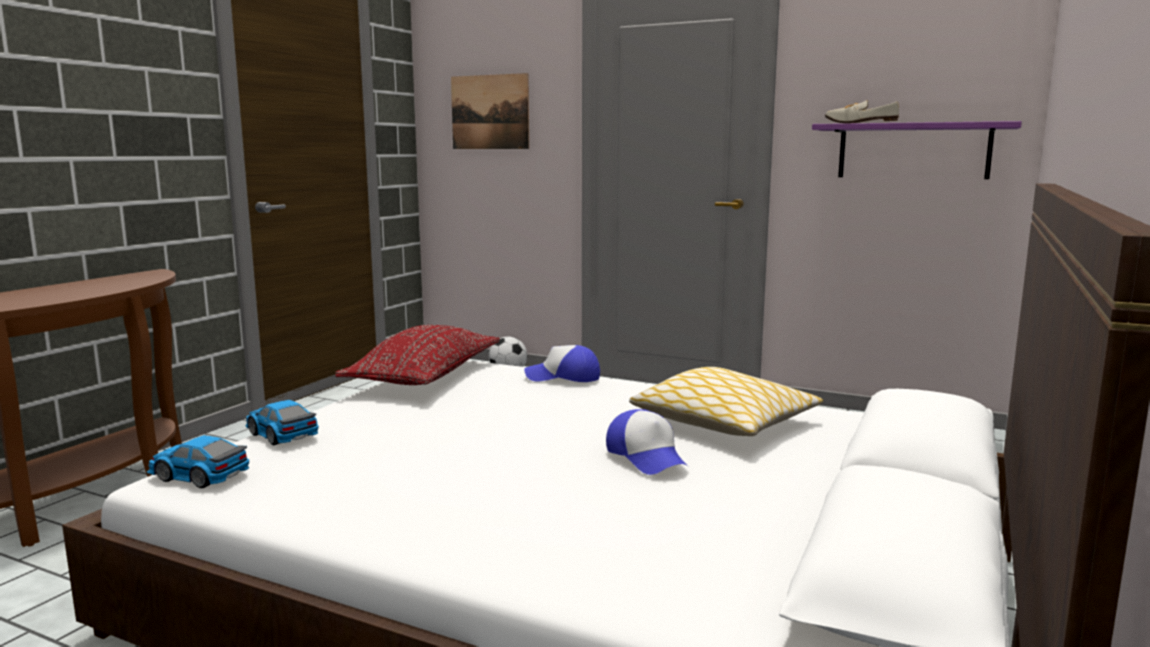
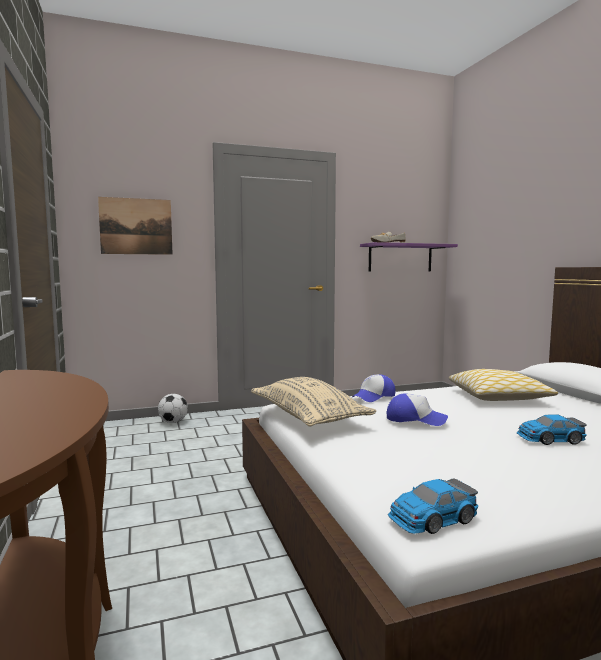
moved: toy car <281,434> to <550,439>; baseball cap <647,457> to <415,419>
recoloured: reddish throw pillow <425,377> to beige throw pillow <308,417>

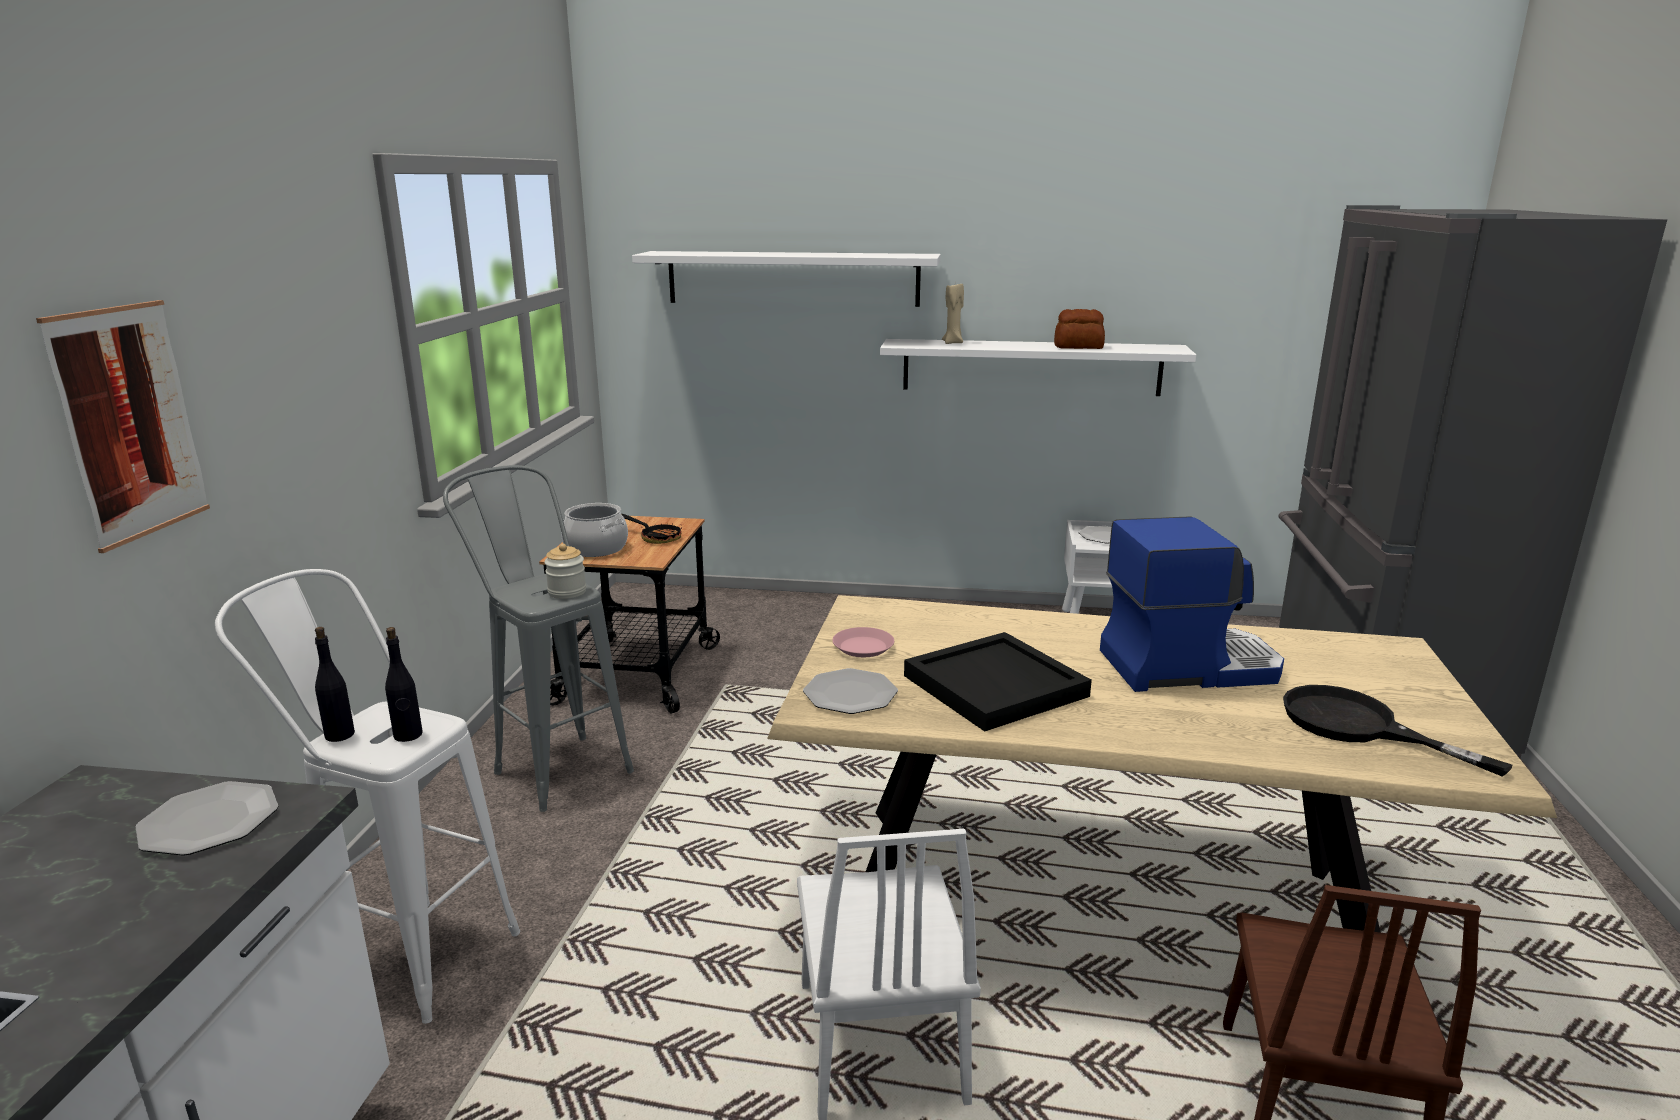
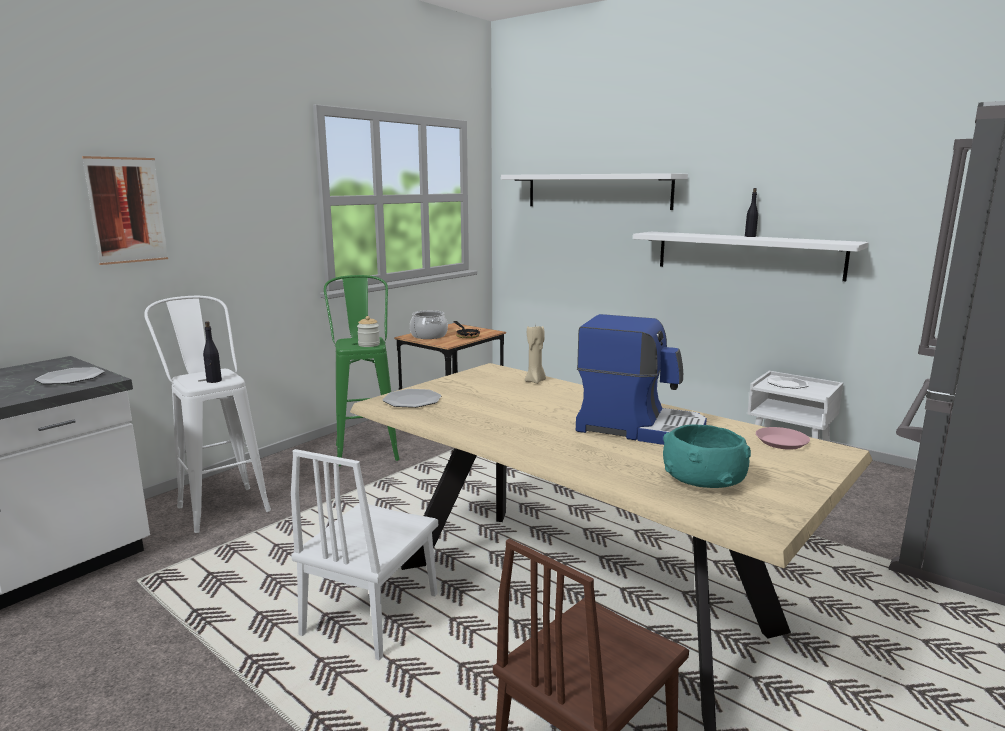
removed: black tray <997,686>; bread <1079,347>
moved: black beverage bottle <339,735> to <750,236>; pink-coloured dinner plate <863,647> to <782,442>; beige candle <953,343> to <535,381>
replaced: black frying pan <1358,726> to turquoise-coloured deep dish <702,479>
recoloured: grey stool <553,764> to greenish stool <366,448>

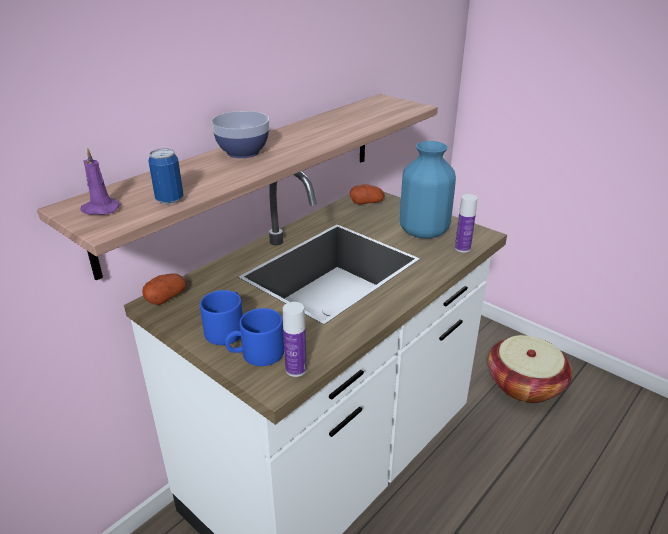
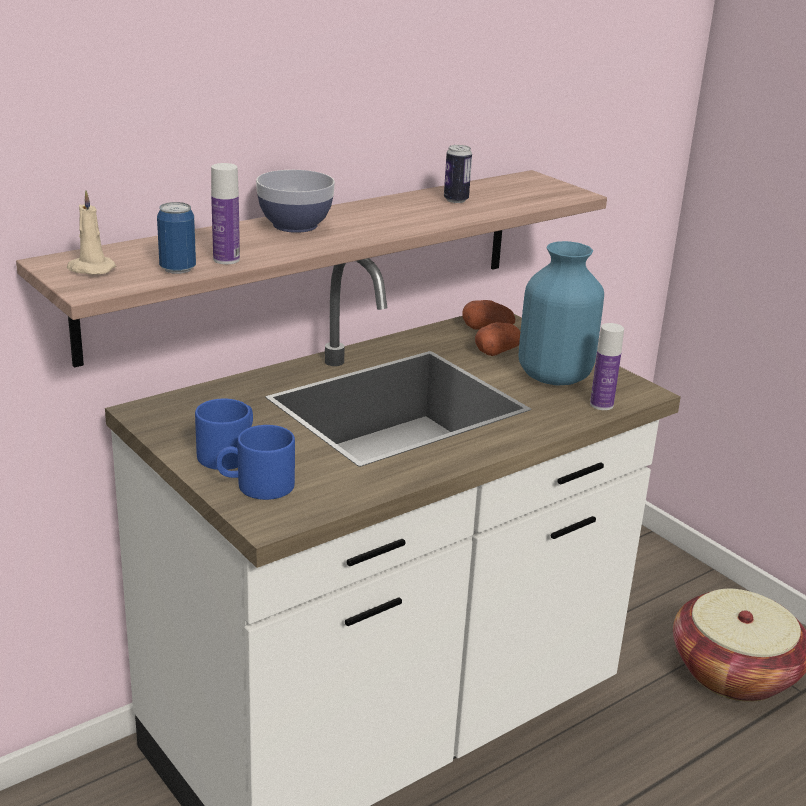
added: metal can <456,200>
moved: potato <166,297> to <497,351>; beverage bottle <296,369> to <226,259>
recoloured: purple candle <100,209> to beige candle <90,269>

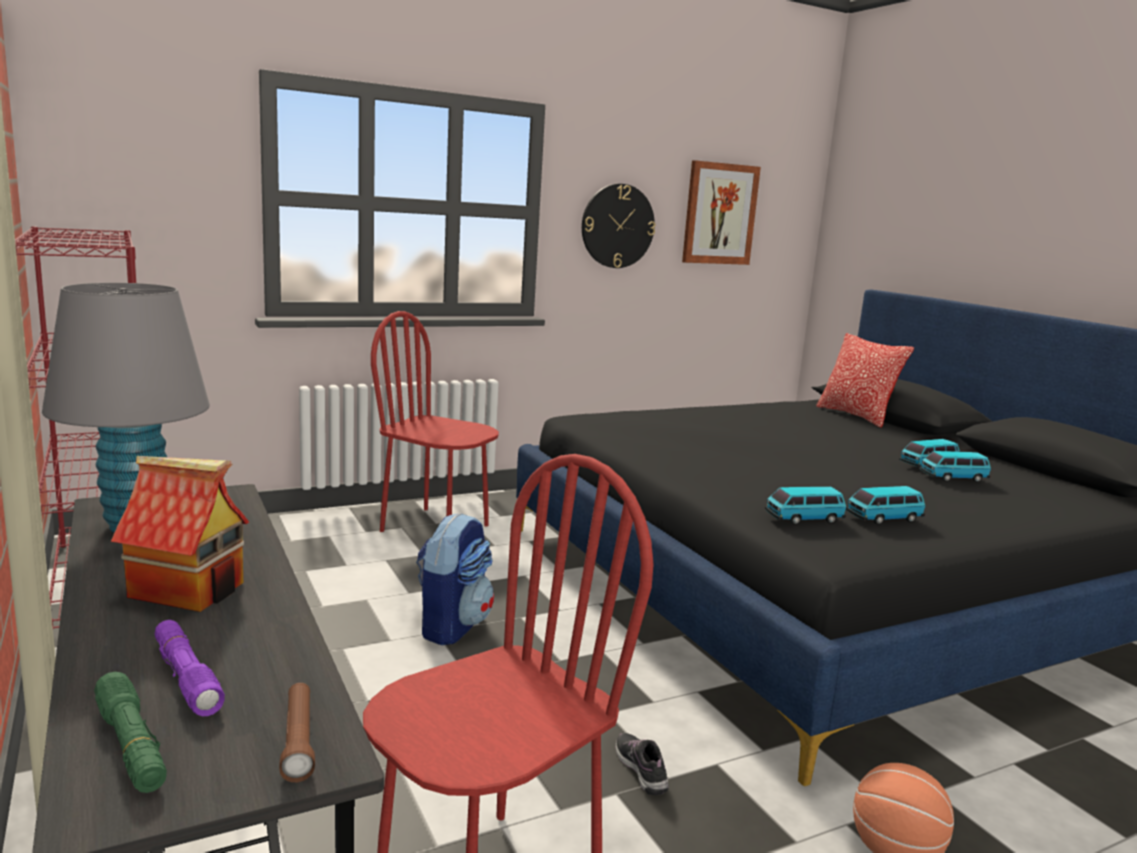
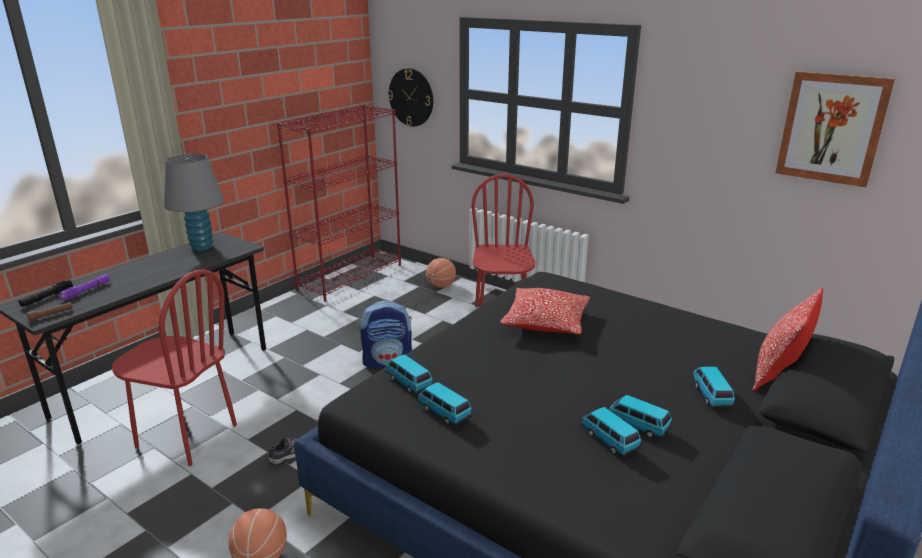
removed: model house <189,589>
added: ball for basketball <441,286>; throw pillow <545,322>; toy car <711,395>
moved: wall clock <617,226> to <411,97>
recoloured: greenish hand torch <131,745> to black hand torch <47,297>

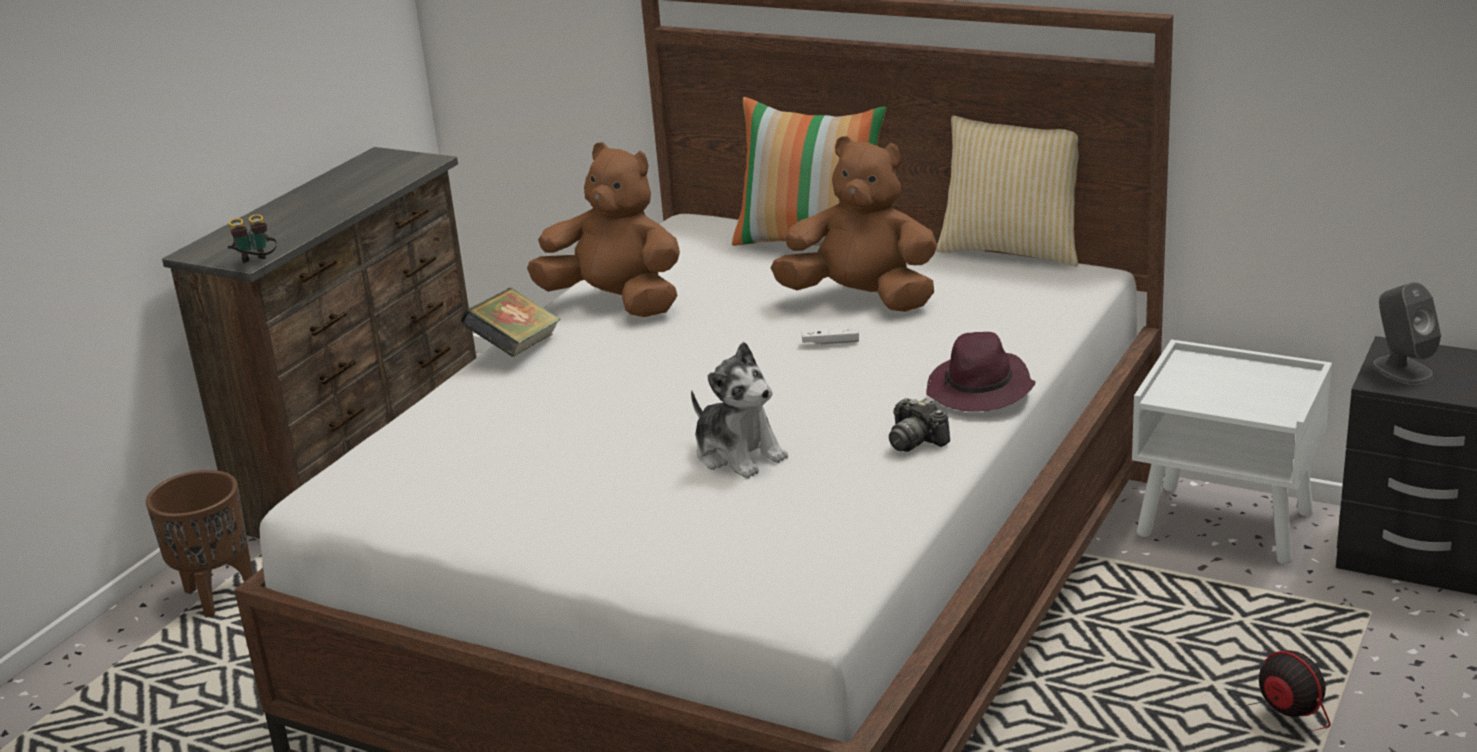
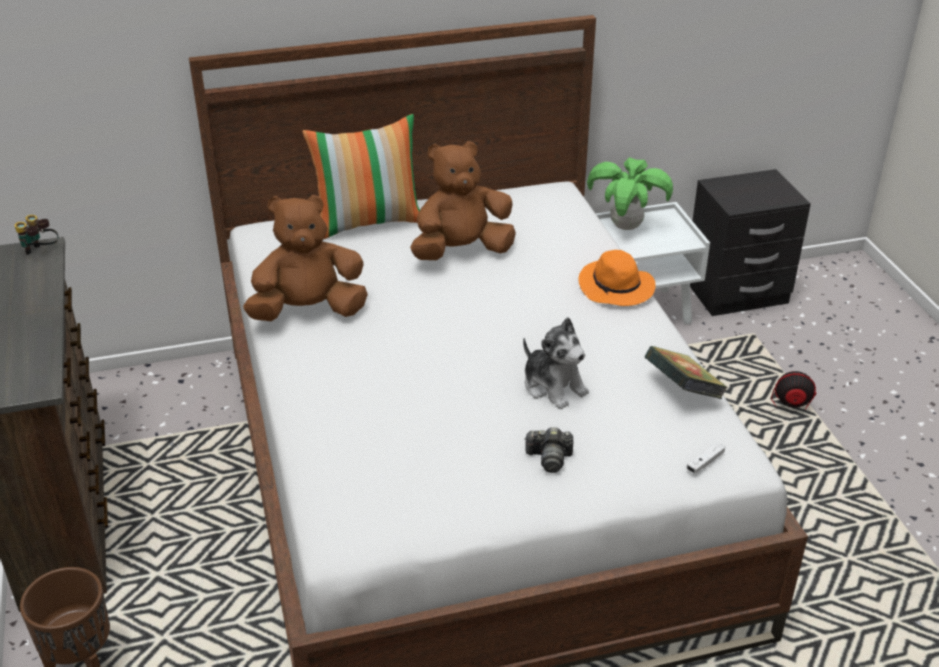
removed: throw pillow <1012,250>; grey loudspeaker <1401,370>
added: plant in a pot <626,226>
moved: field glasses <256,265> to <40,252>; book <515,349> to <682,391>; white-coloured gamepad <830,342> to <705,462>; still camera <916,441> to <549,458>
recoloured: purple clothing hat <980,390> to orange-coloured clothing hat <617,288>
turned: plush toy <738,454> = <553,386> 45 degrees clockwise

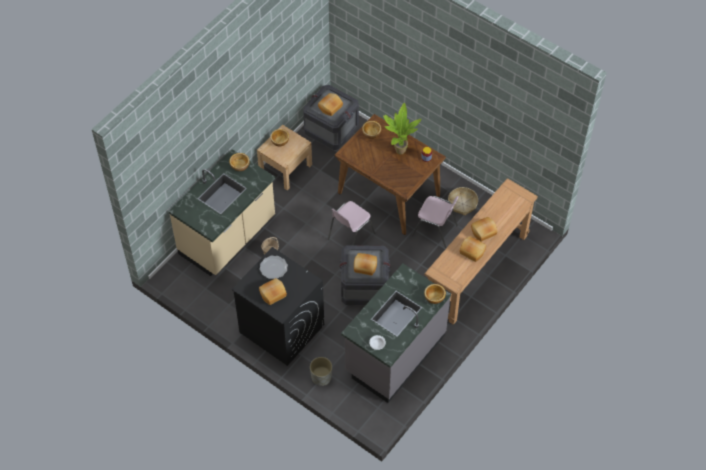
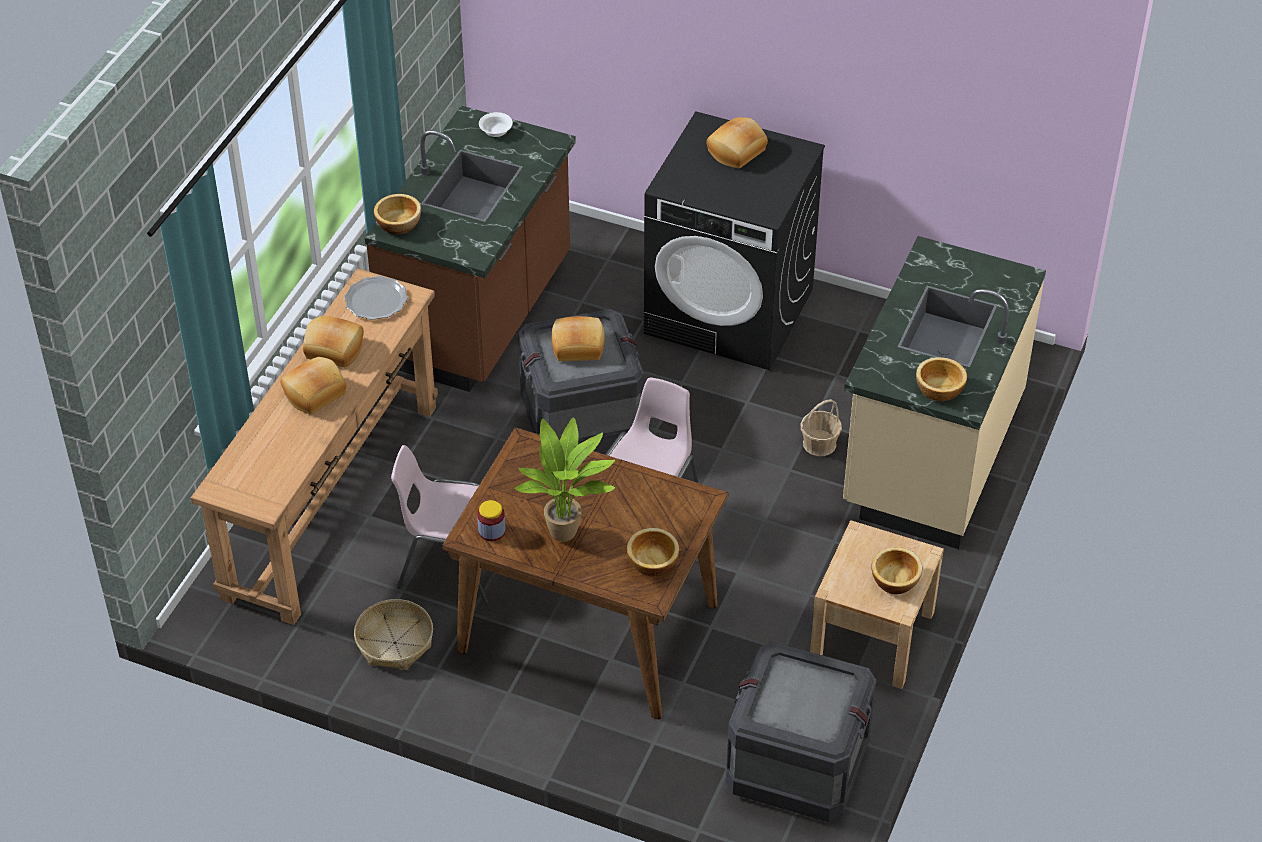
removed: grey planter <321,377>; bread <330,107>
moved: dinner plate <273,268> to <376,301>
recoloured: grey kitchen counter <394,353> to brown kitchen counter <480,314>

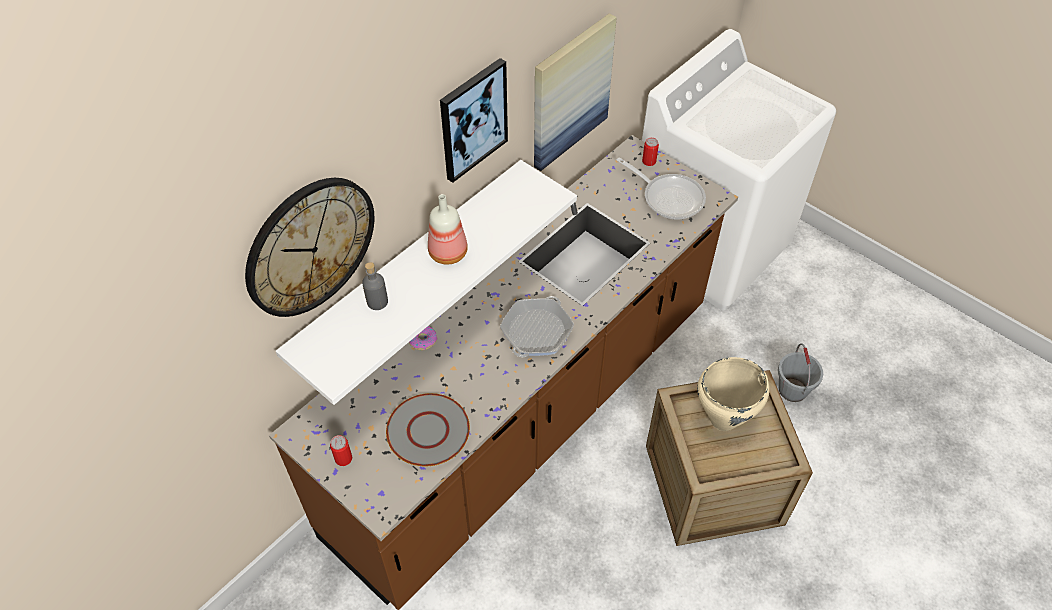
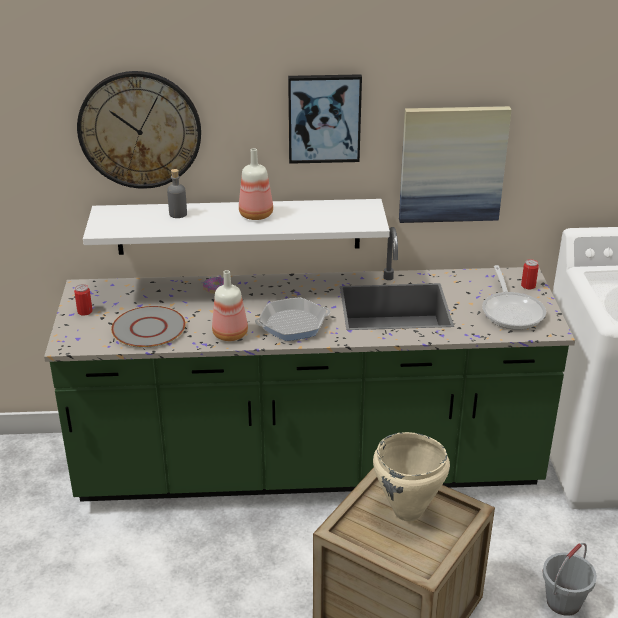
added: beverage bottle <230,334>
recoloured: brown kitchen counter <526,419> to greenish kitchen counter <309,468>

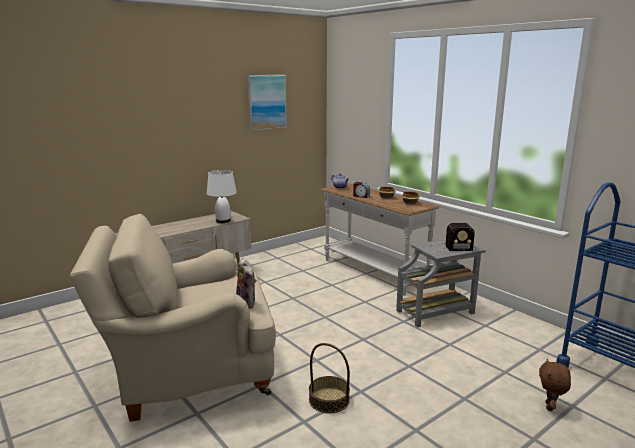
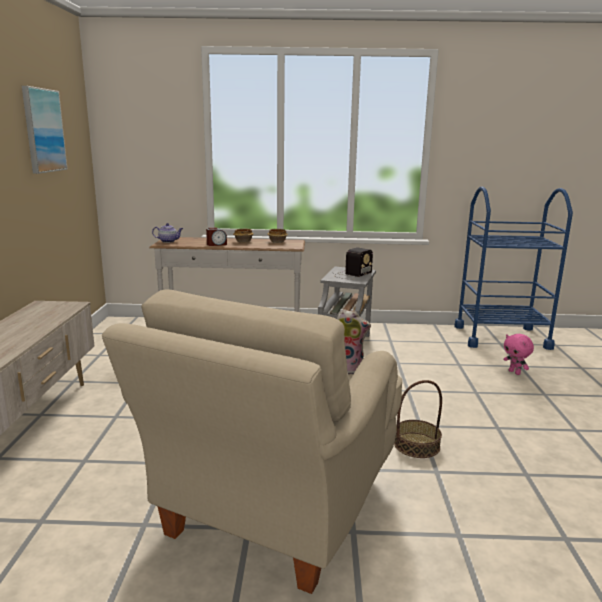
removed: white-coloured tabletop lamp <223,221>
recoloured: brown plush toy <550,407> to pink-coloured plush toy <515,372>

